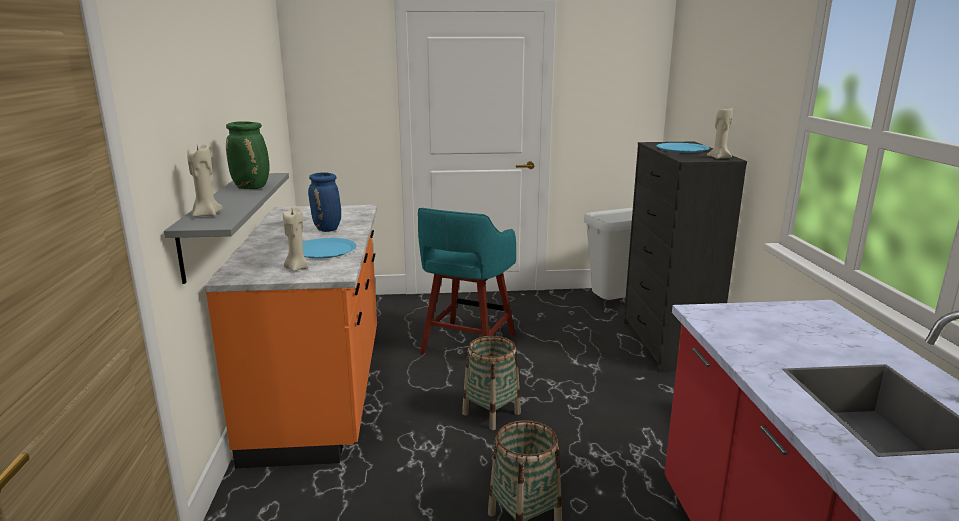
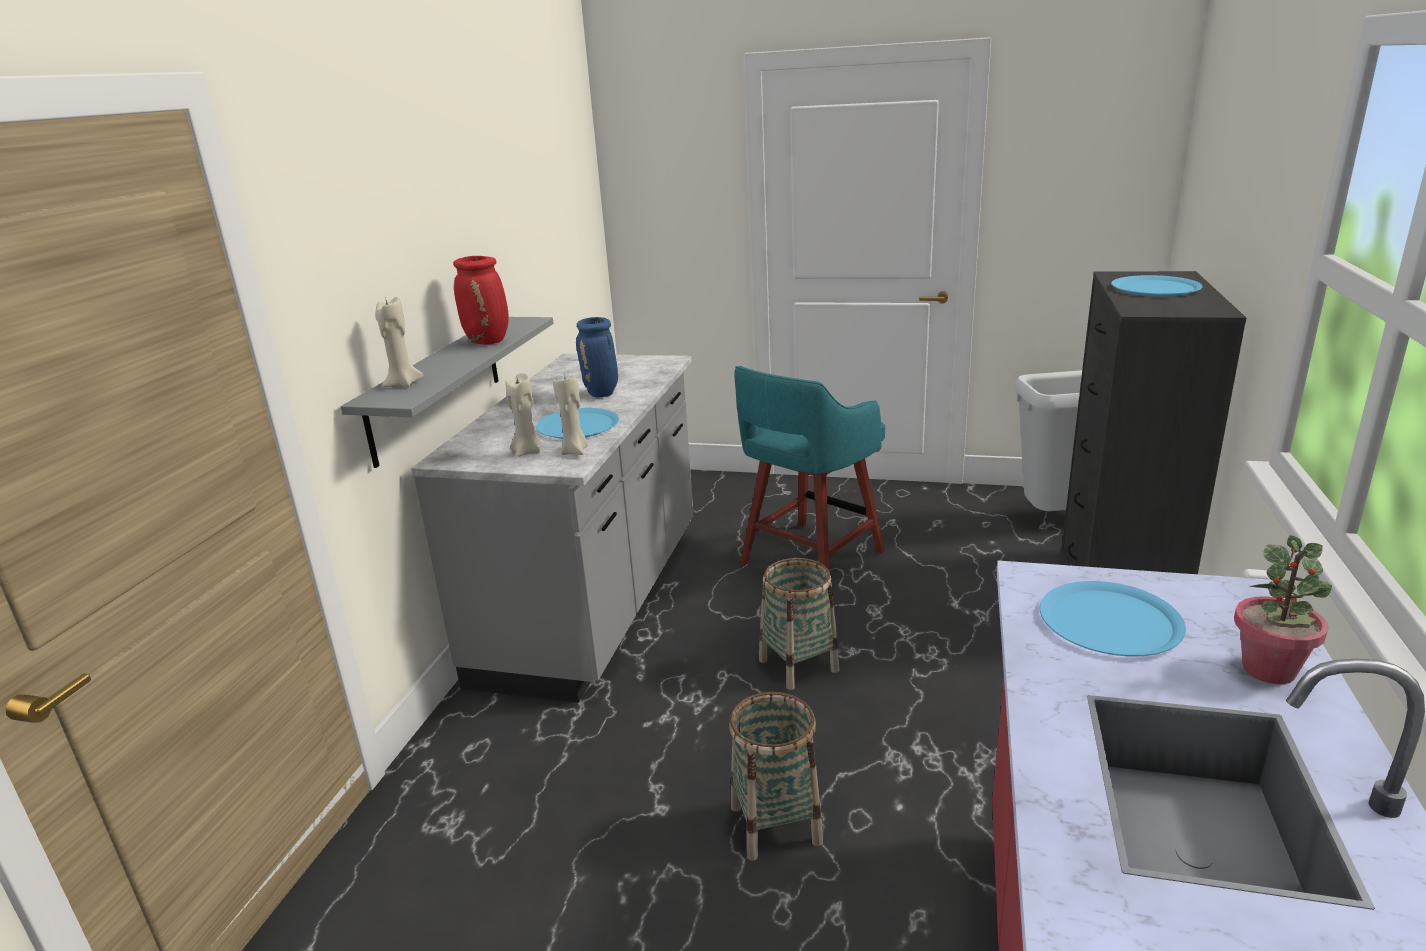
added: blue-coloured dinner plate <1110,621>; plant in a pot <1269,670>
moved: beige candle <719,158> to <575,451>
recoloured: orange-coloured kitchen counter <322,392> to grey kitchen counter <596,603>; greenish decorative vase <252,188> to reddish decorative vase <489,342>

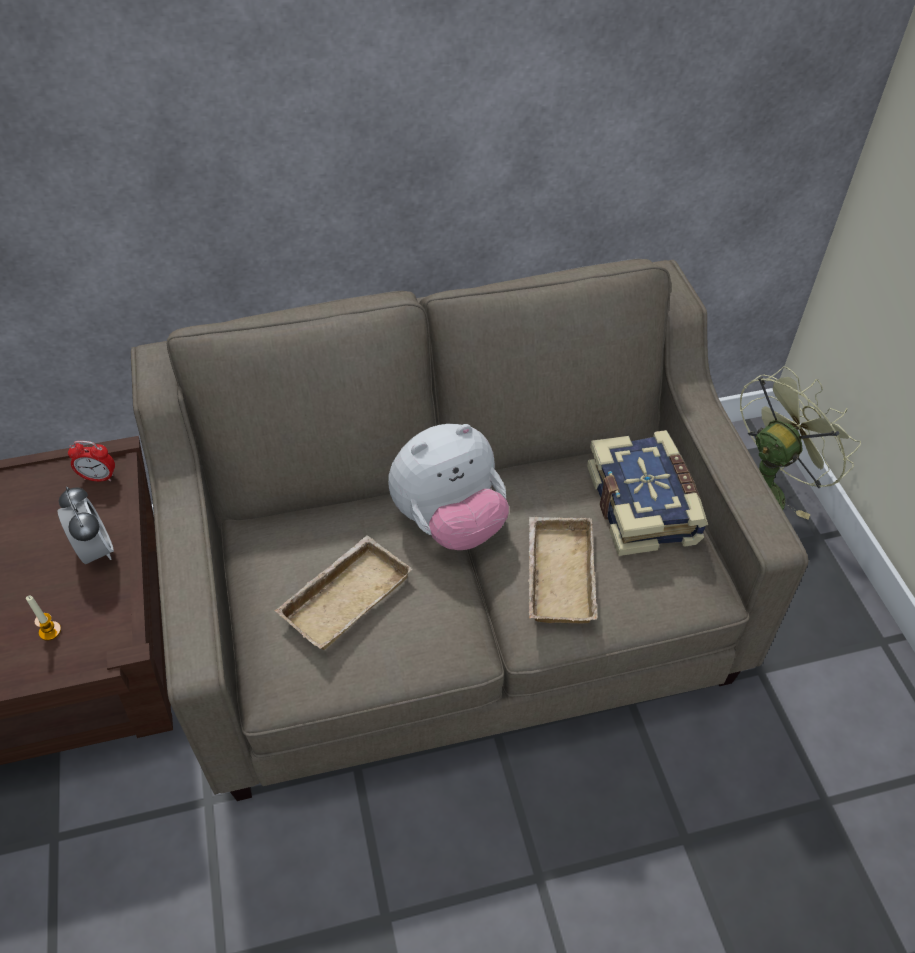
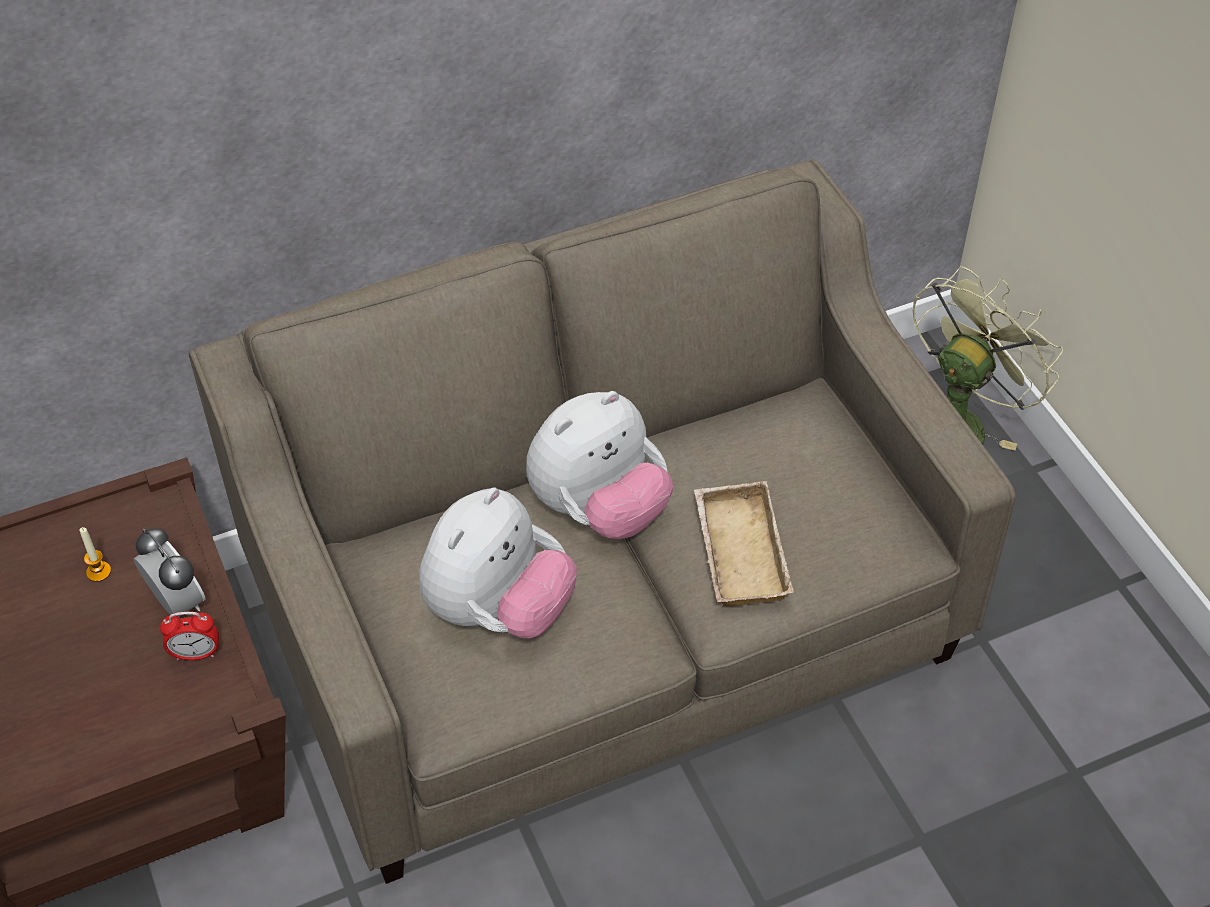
removed: book <644,505>
moved: candle <50,631> to <98,572>; bedside clock <99,477> to <196,654>
replaced: beige tray <345,595> to plush toy <498,609>

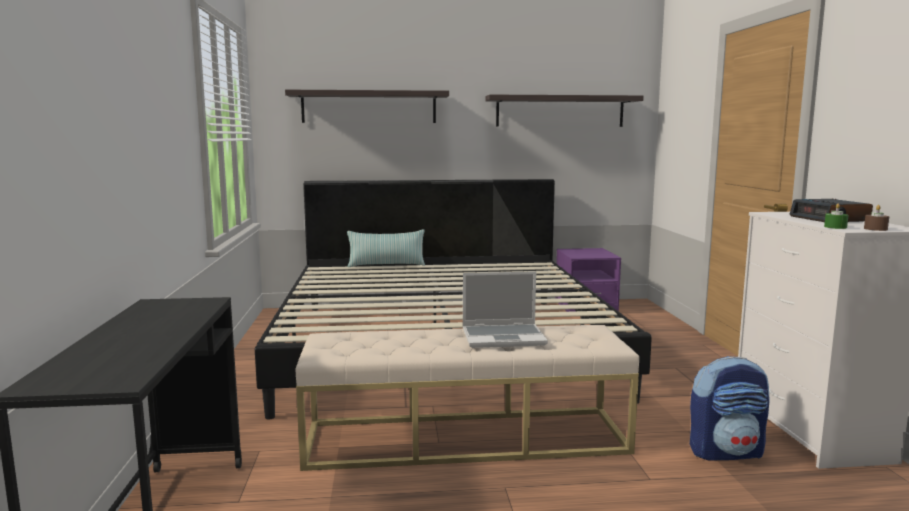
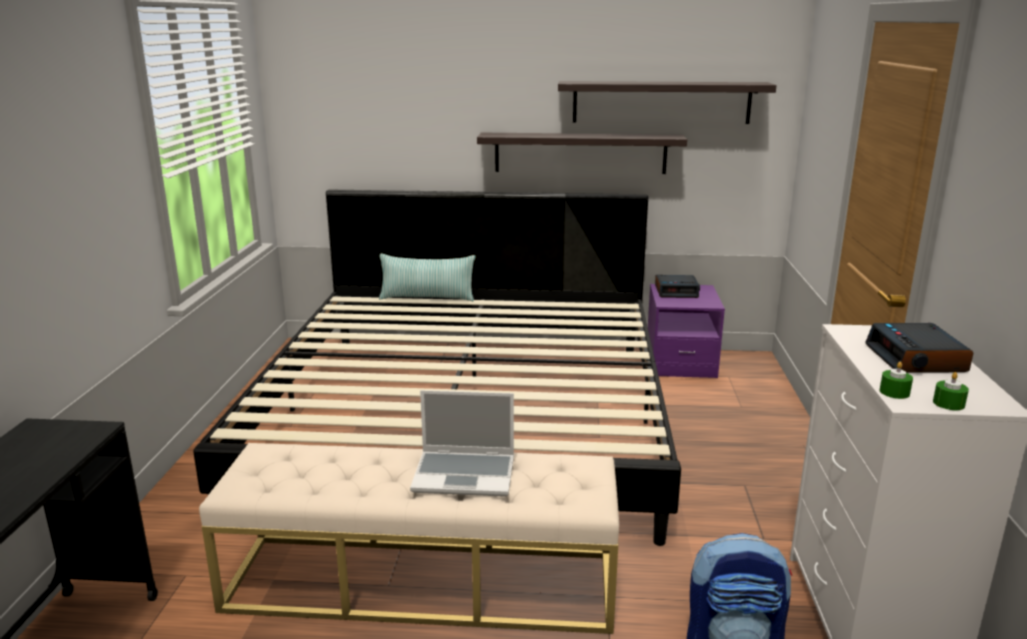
added: bedside clock <676,291>
moved: shelf <369,107> to <580,153>
recoloured: brown candle <875,229> to greenish candle <948,403>

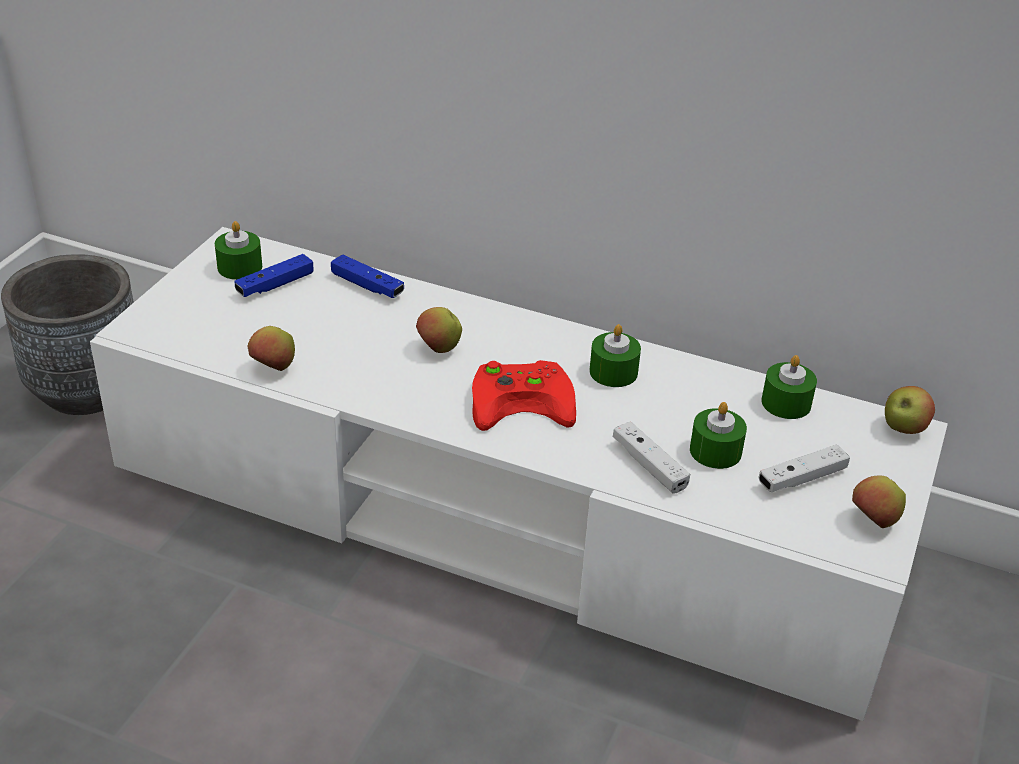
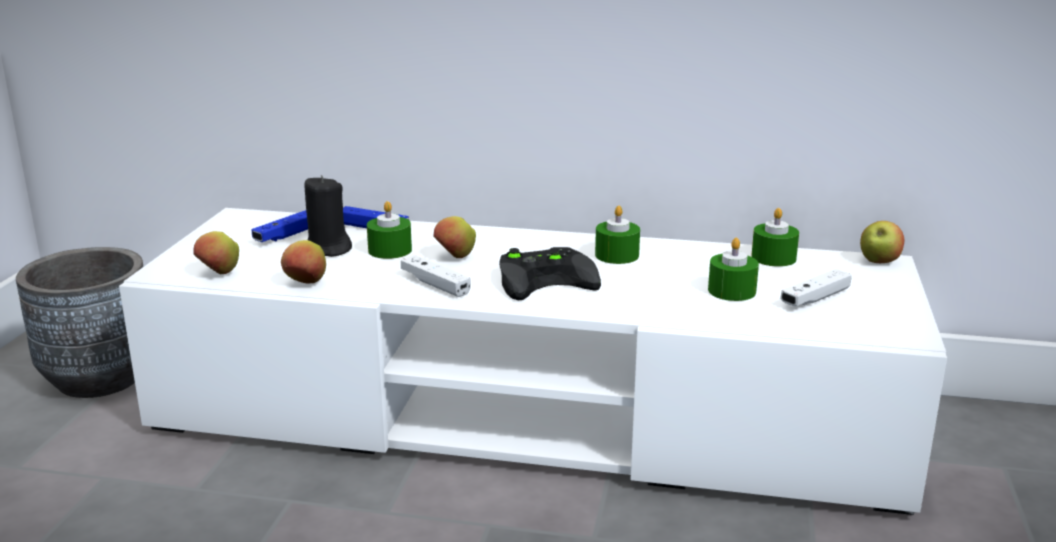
added: black candle <327,250>
moved: greenish candle <240,267> to <390,250>; white-coloured gamepad <649,465> to <435,284>; apple fruit <873,521> to <219,273>
recoloured: reddish gamepad <524,400> to black gamepad <547,279>

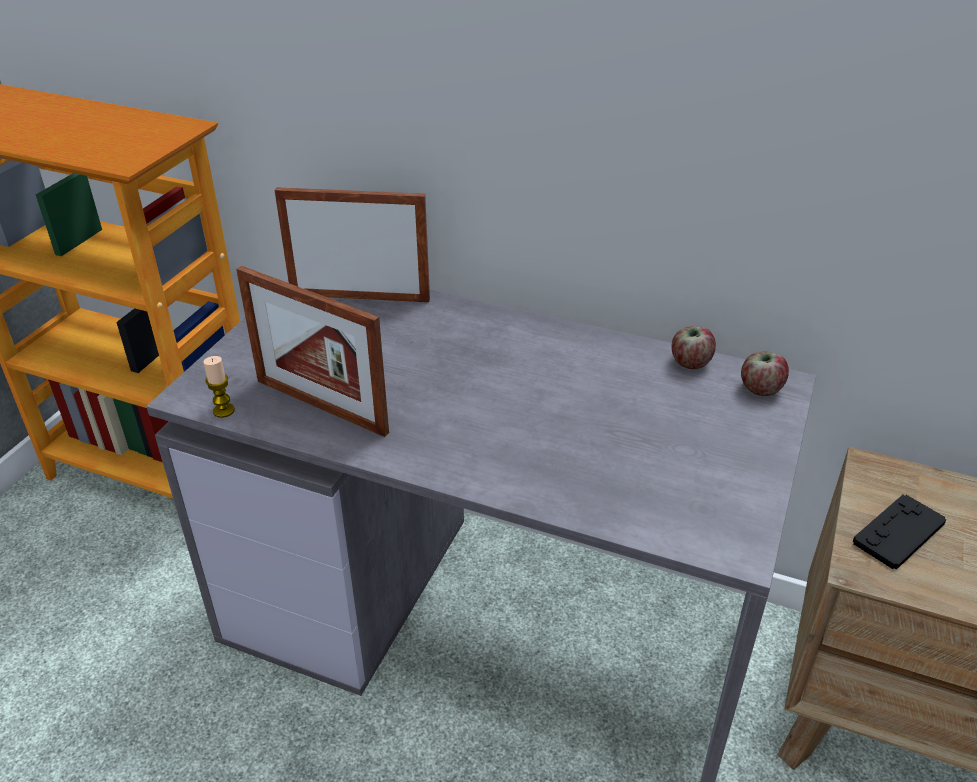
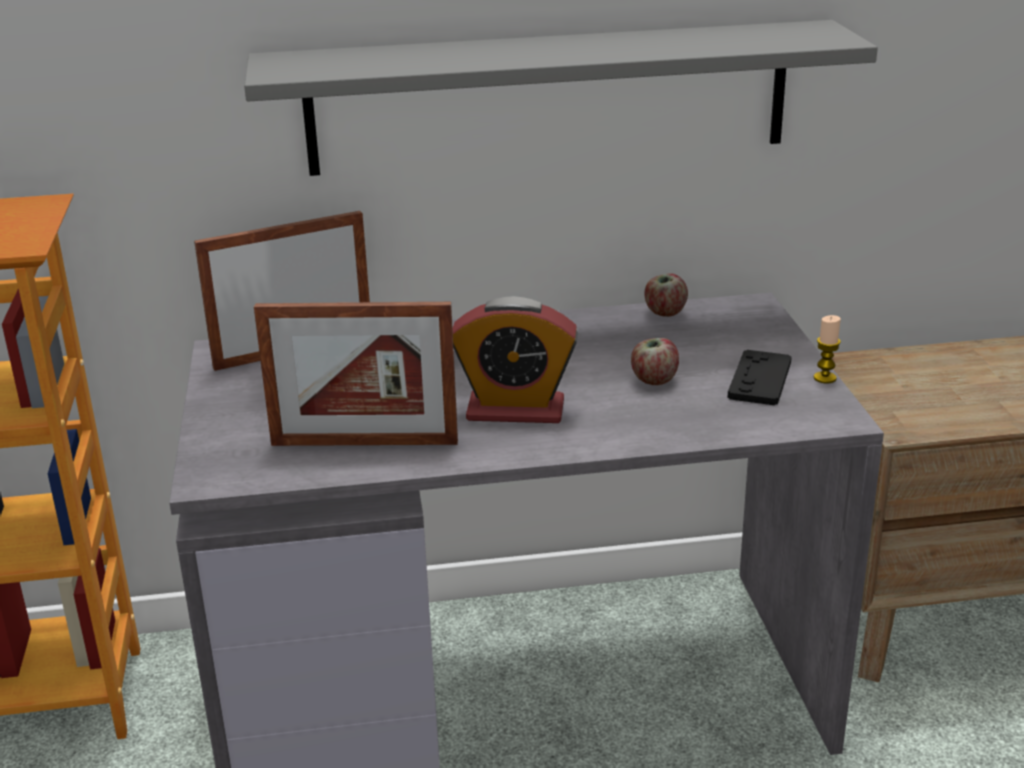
added: grey shelf <549,98>; bedside clock <515,410>
moved: candle <223,410> to <824,378>; apple fruit <760,389> to <653,380>; black gamepad <898,532> to <760,379>

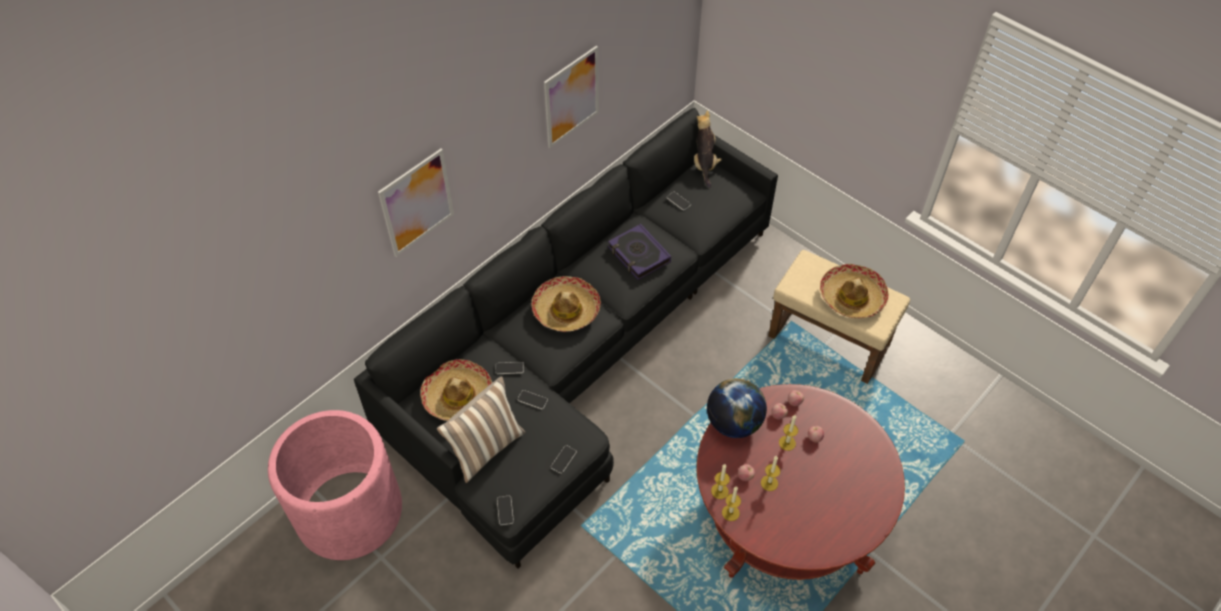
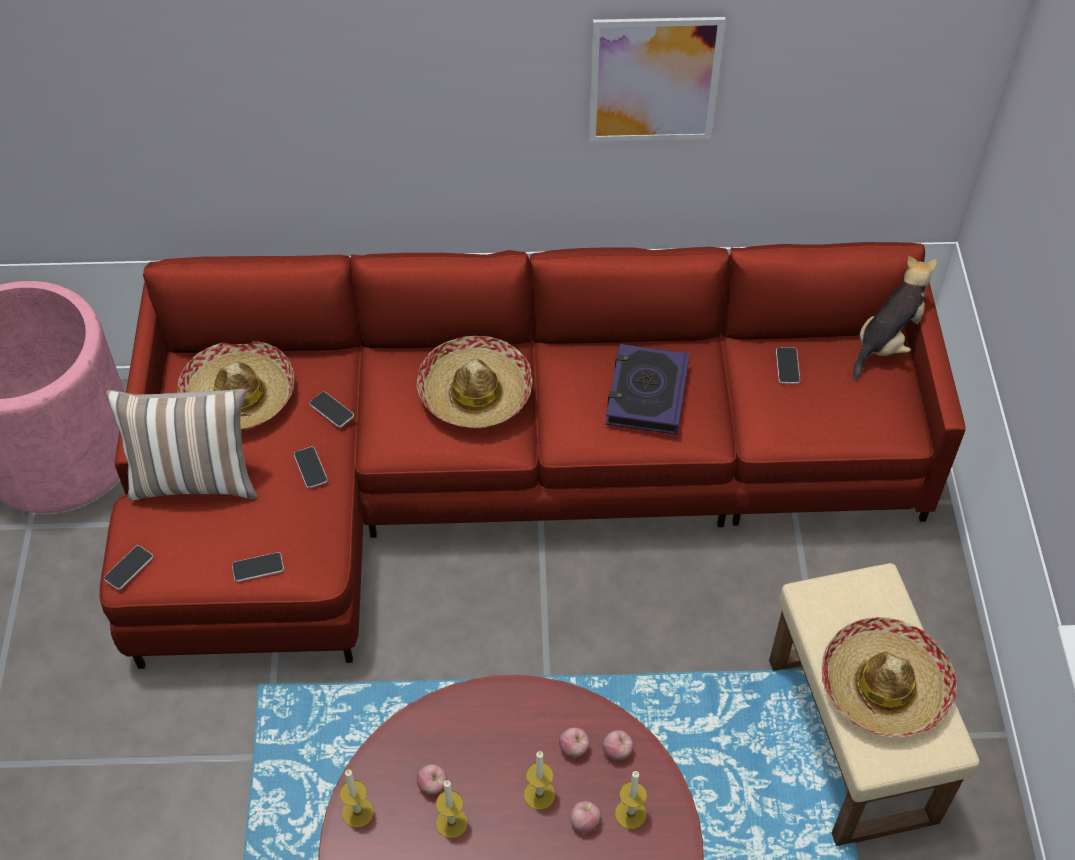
removed: wall art <417,202>; world globe <733,423>
moved: candle <719,491> to <630,814>
recoloured: black settee <577,352> to reddish settee <497,478>

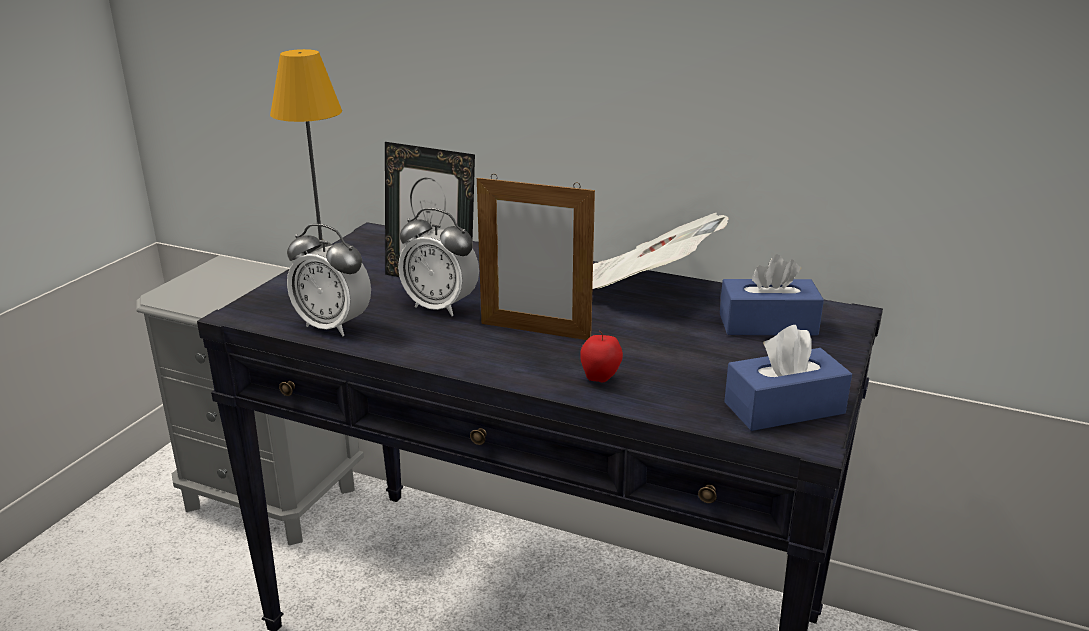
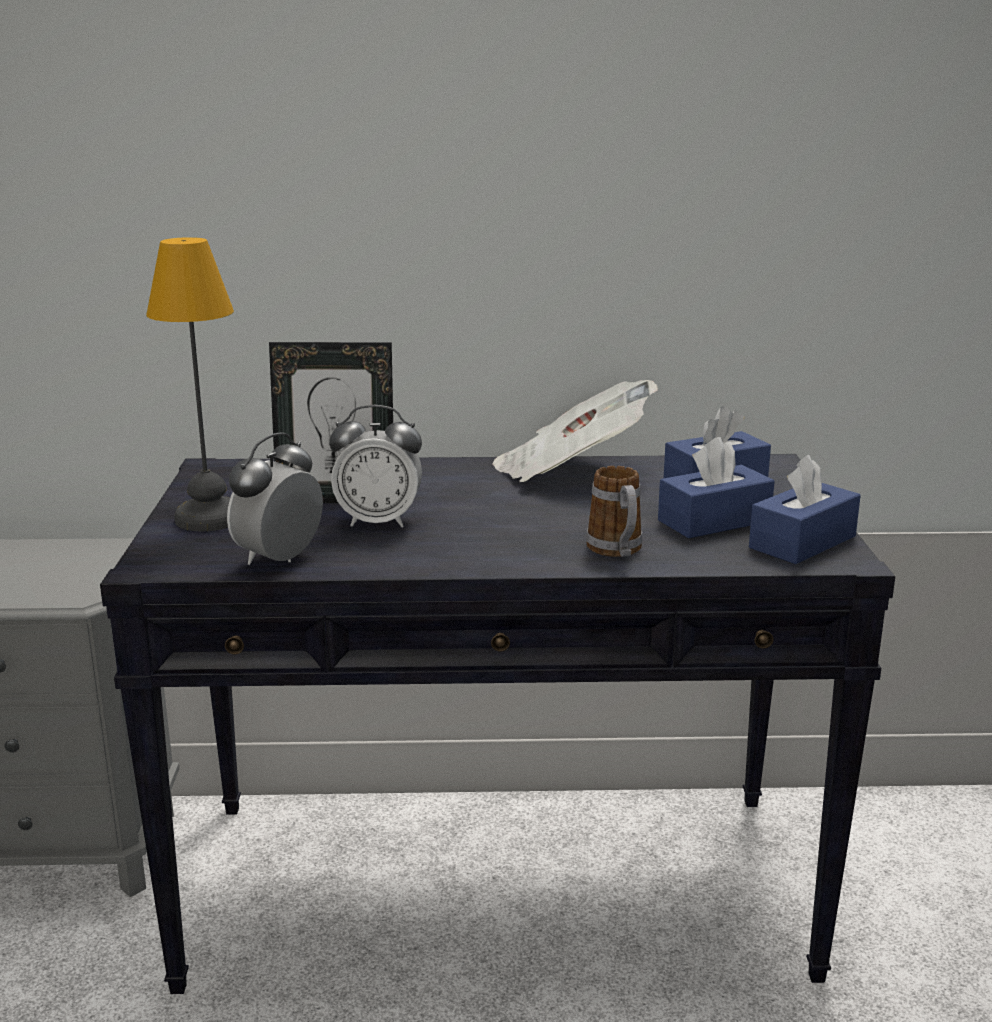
removed: standing frame <535,331>
added: blue-coloured box of tissues <714,521>
replaced: apple fruit <600,379> to mug <617,551>
turned: bedside clock <333,326> = <279,559> 120 degrees clockwise

